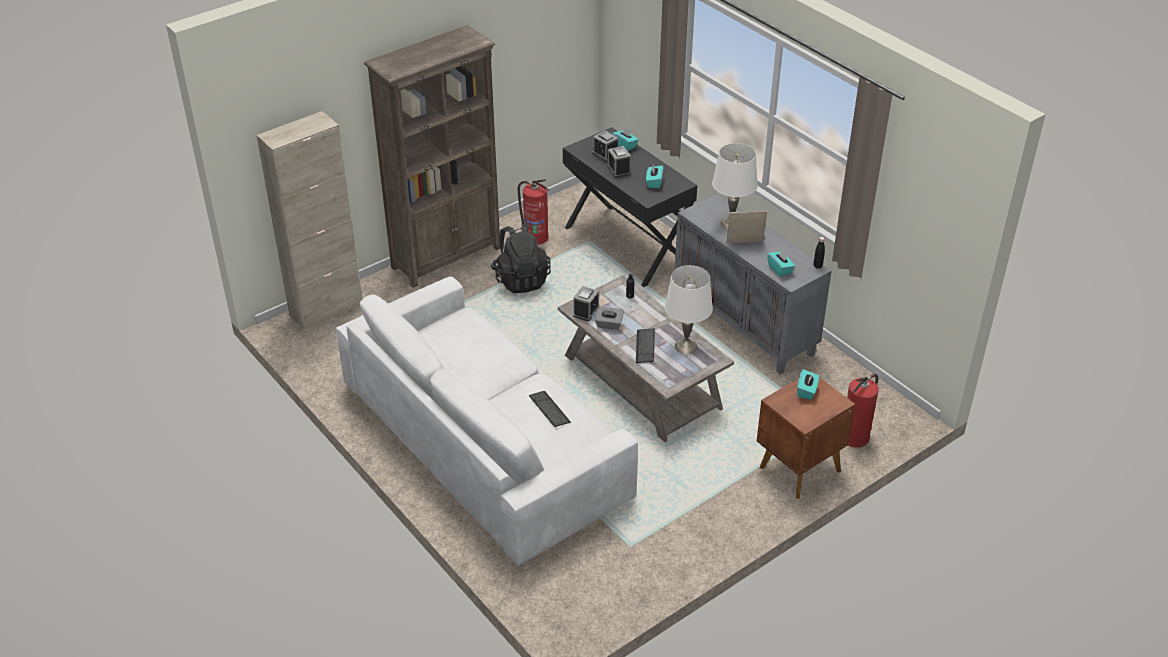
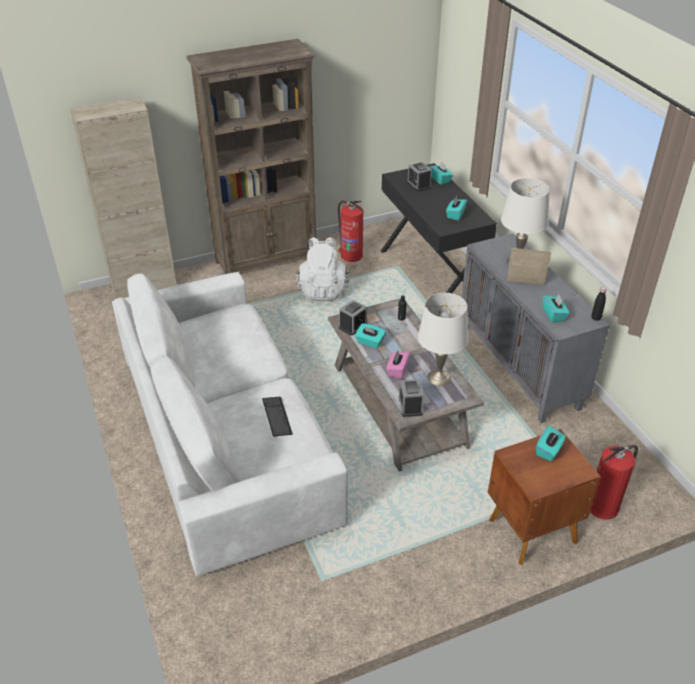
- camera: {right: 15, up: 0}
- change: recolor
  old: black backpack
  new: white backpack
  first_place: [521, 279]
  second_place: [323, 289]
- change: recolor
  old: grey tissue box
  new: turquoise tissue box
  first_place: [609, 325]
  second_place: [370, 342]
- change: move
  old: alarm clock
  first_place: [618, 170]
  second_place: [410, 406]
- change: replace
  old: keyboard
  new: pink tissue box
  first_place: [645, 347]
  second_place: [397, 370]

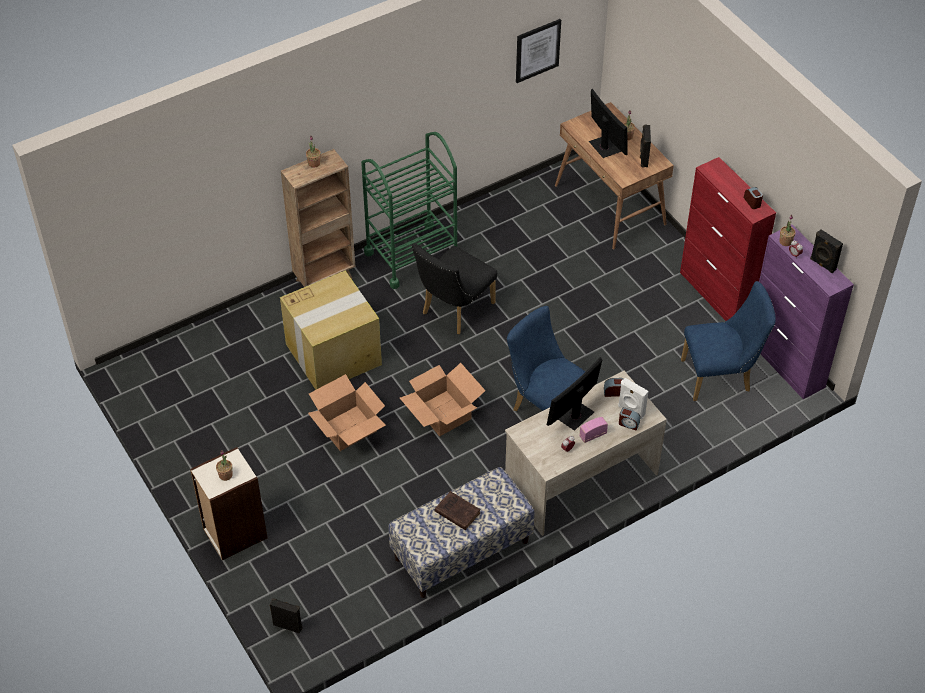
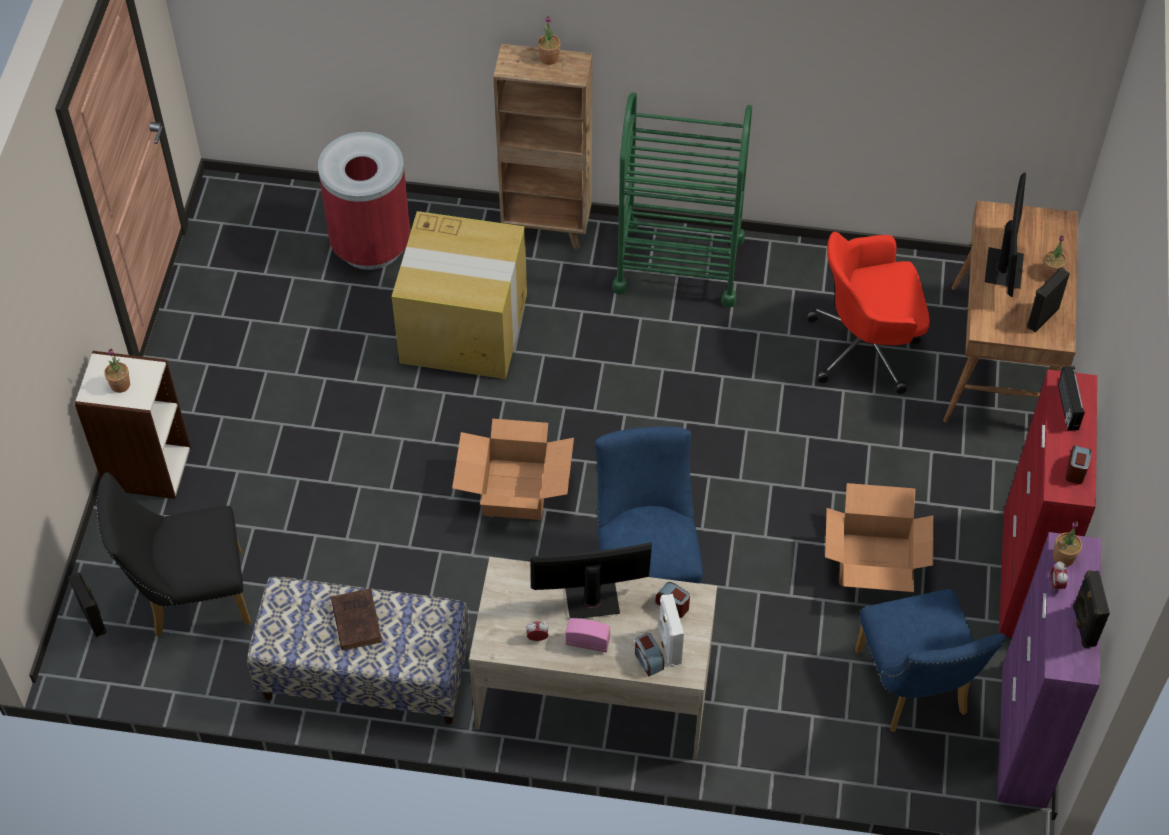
- camera: {right: 40, up: 5}
- change: move
  old: cardboard box
  first_place: [348, 428]
  second_place: [874, 562]
- change: move
  old: black chair
  first_place: [453, 311]
  second_place: [189, 596]
- change: delete
  old: picture
  first_place: [537, 50]
- change: rotate
  old: blue chair
  first_place: [721, 376]
  second_place: [914, 690]
  degrees: 45
- change: insert
  new: red trash can
  second_place: [371, 244]
- change: insert
  new: red office chair
  second_place: [866, 346]
- change: insert
  new: radio
  second_place: [1066, 407]

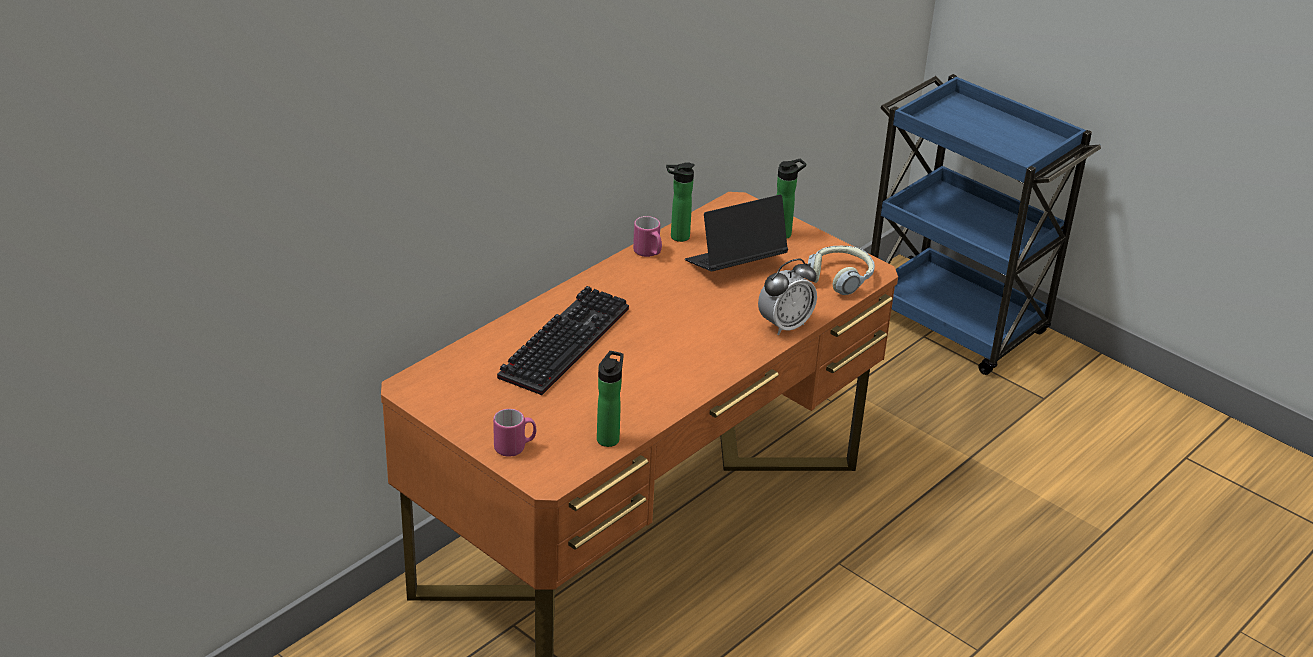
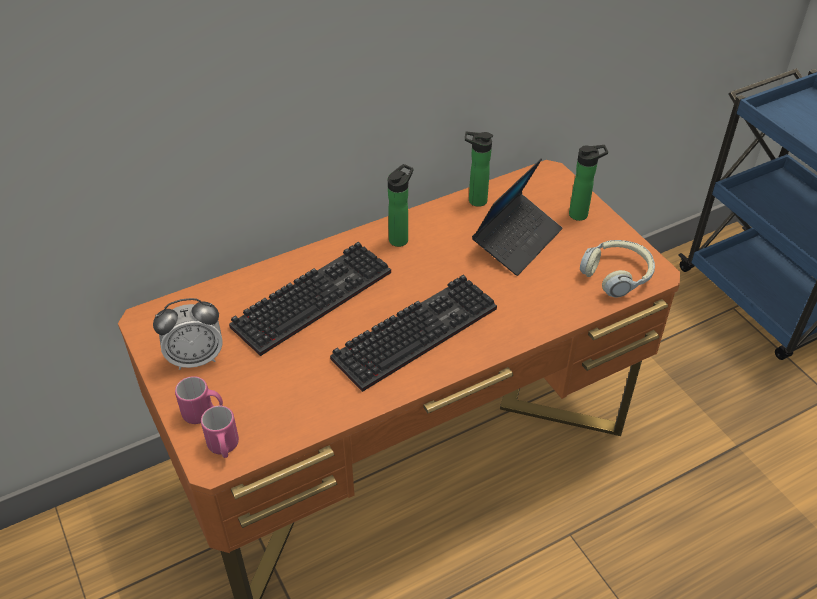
- camera: {right: 20, up: 10}
- change: move
  old: bottle
  first_place: [609, 437]
  second_place: [400, 238]
- change: move
  old: pink mug
  first_place: [649, 253]
  second_place: [224, 448]
- change: rotate
  old: laptop
  first_place: [734, 264]
  second_place: [517, 240]
  degrees: 135
- change: move
  old: alarm clock
  first_place: [785, 325]
  second_place: [196, 358]
- change: insert
  new: keyboard
  second_place: [415, 330]

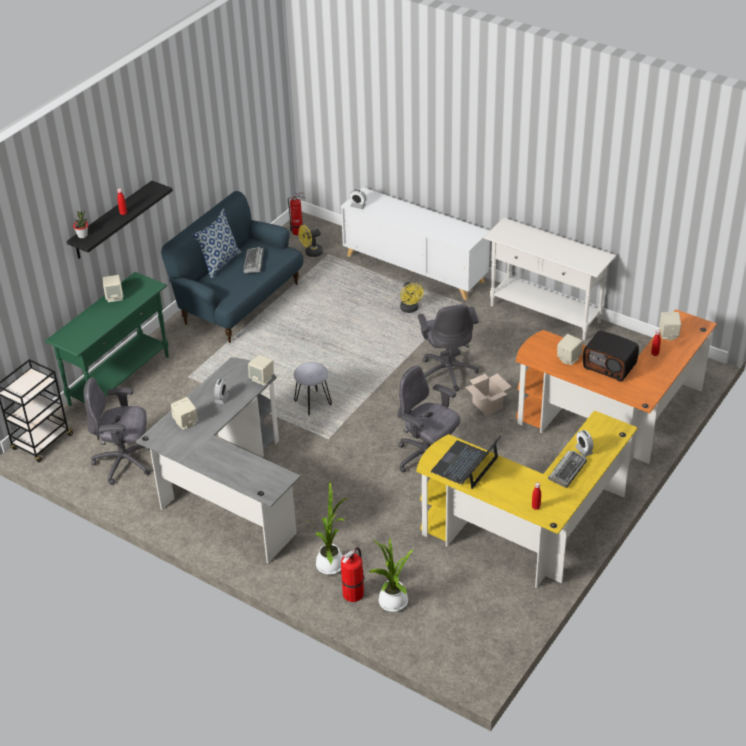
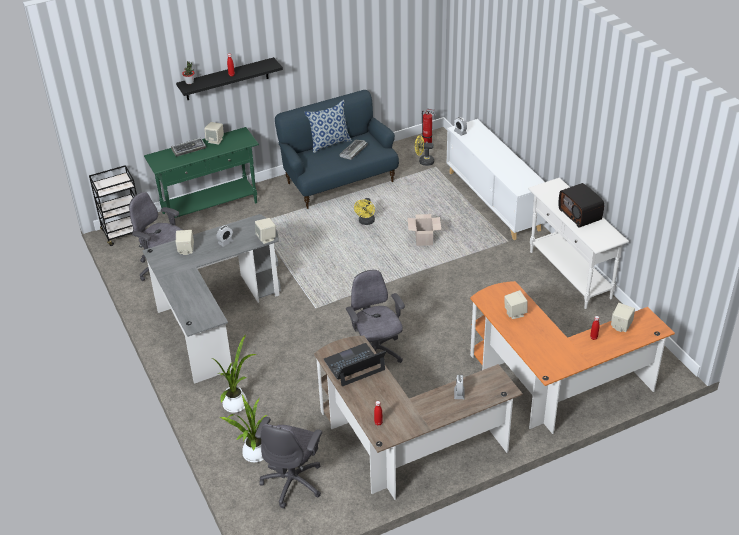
- camera: {right: 30, up: 0}
- change: delete
  old: grey stool
  first_place: [313, 403]
- change: delete
  old: fire extinguisher
  first_place: [354, 593]
- change: move
  old: yellow fan
  first_place: [410, 309]
  second_place: [366, 222]
- change: recolor
  old: yellow desk
  new: brown desk
  first_place: [527, 532]
  second_place: [403, 446]
- change: move
  old: grey office chair
  first_place: [448, 371]
  second_place: [293, 482]
- change: move
  old: cardboard box
  first_place: [488, 405]
  second_place: [424, 239]
- change: move
  old: keyboard
  first_place: [567, 471]
  second_place: [189, 149]
- change: move
  old: radio
  first_place: [610, 366]
  second_place: [580, 214]

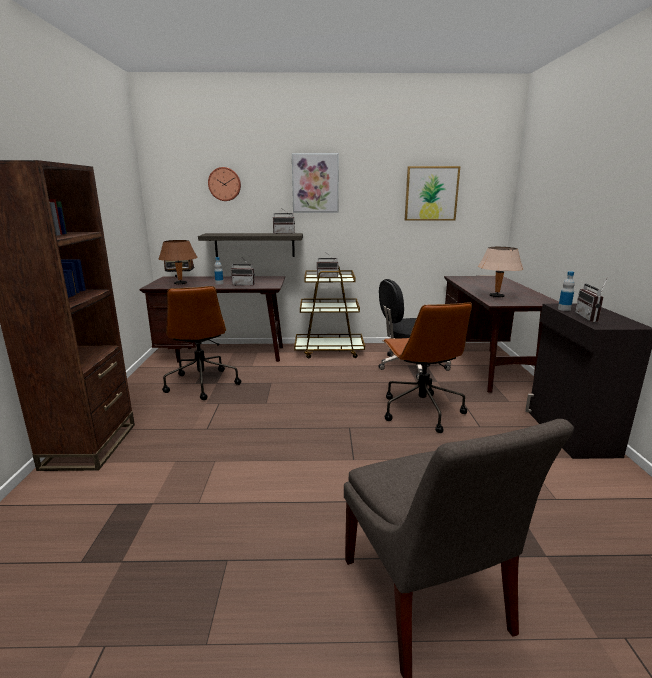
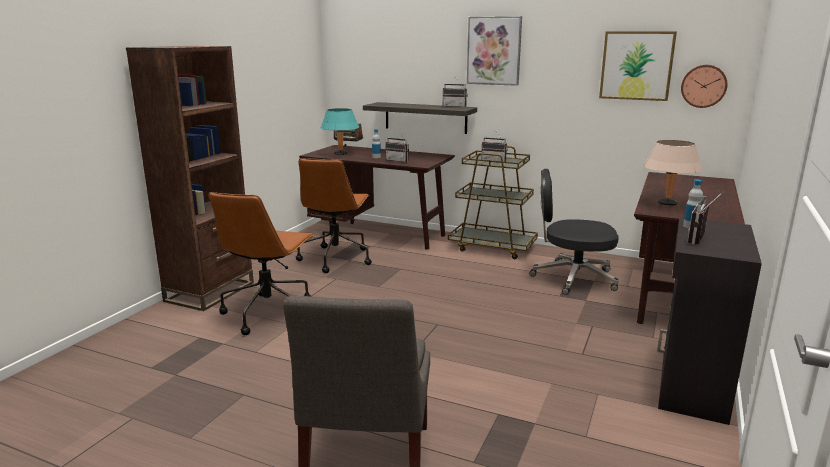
- camera: {right: 25, up: 0}
- change: recolor
  old: brown table lamp
  new: turquoise table lamp
  first_place: [180, 283]
  second_place: [341, 154]
- change: move
  old: wall clock
  first_place: [224, 184]
  second_place: [703, 86]
- change: move
  old: brown office chair
  first_place: [420, 411]
  second_place: [269, 312]

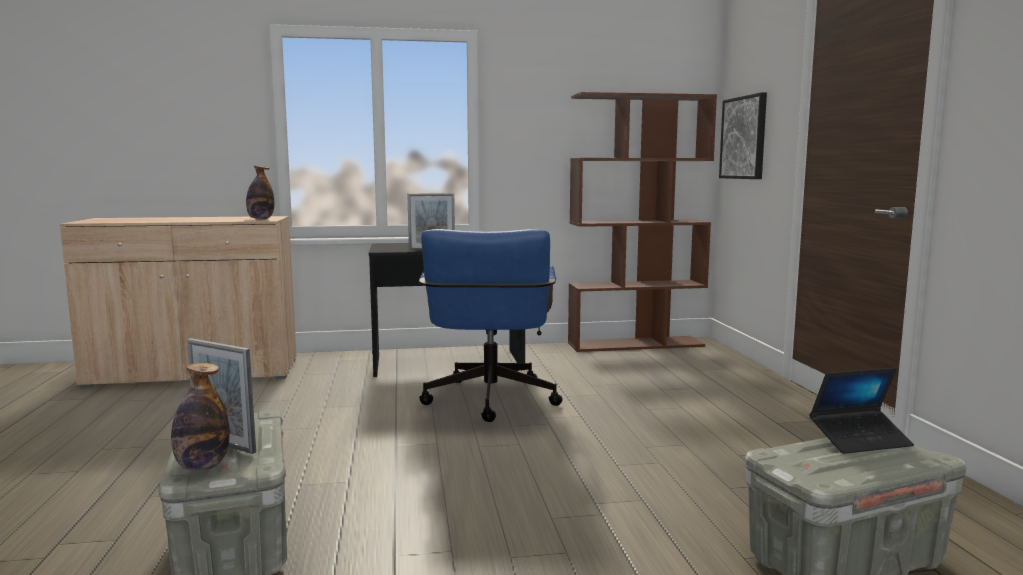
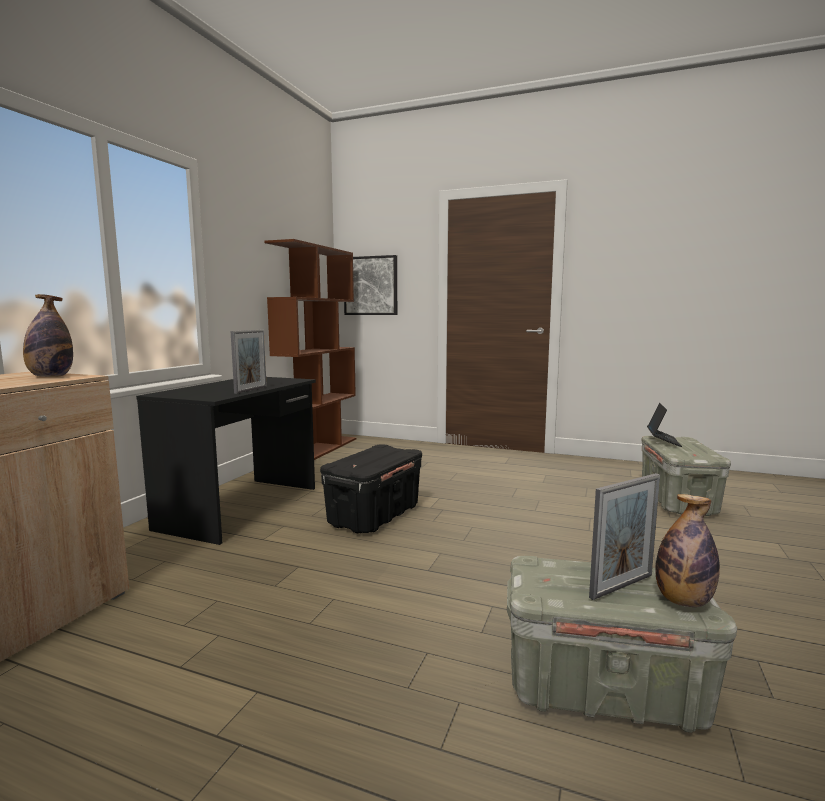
- camera: {right: -60, up: 0}
- change: replace
  old: blue office chair
  new: black storage box
  first_place: [489, 403]
  second_place: [374, 516]

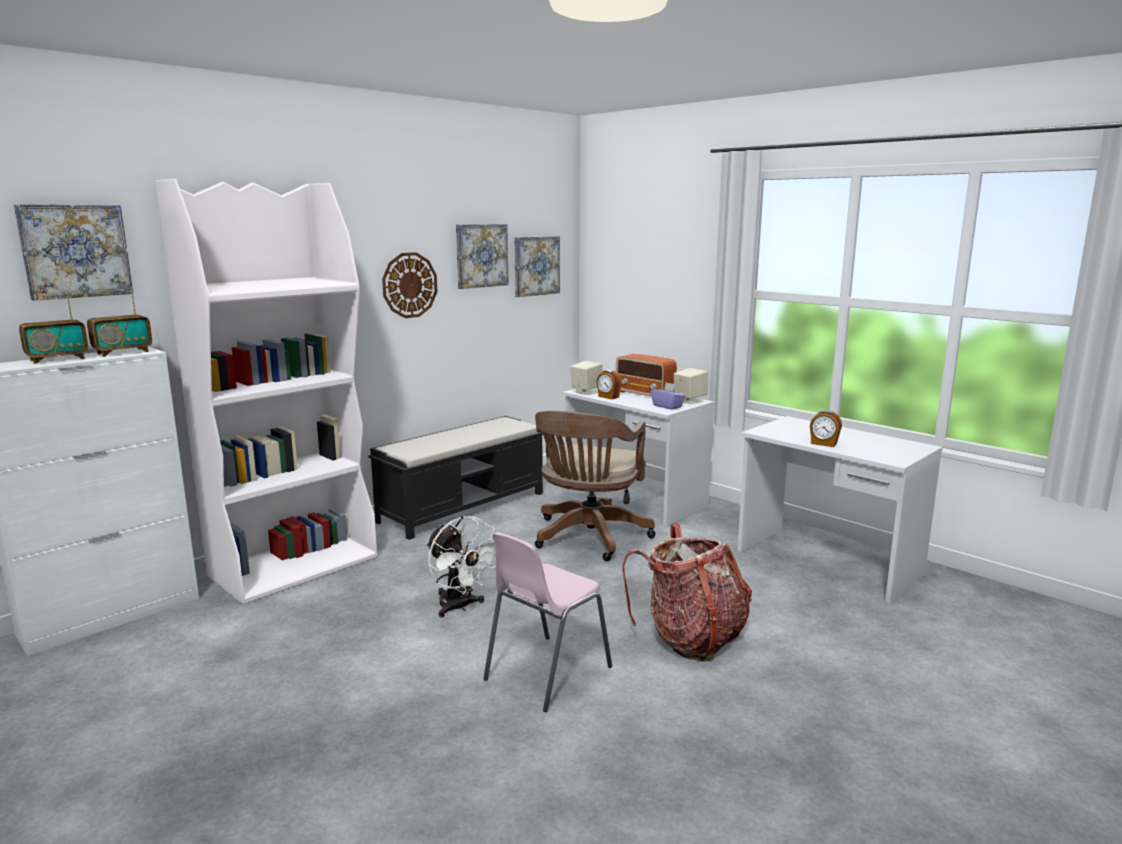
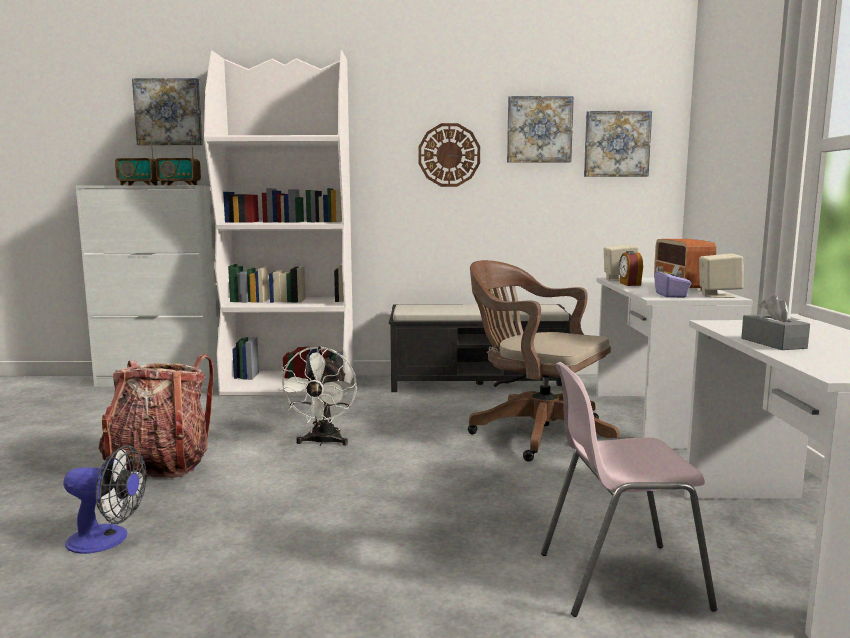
- camera: {right: 45, up: -5}
- change: move
  old: pink chair
  first_place: [545, 673]
  second_place: [619, 579]
- change: rotate
  old: brown office chair
  first_place: [589, 538]
  second_place: [535, 433]
  degrees: 60
- change: move
  old: backpack
  first_place: [691, 638]
  second_place: [160, 465]
- change: replace
  old: alarm clock
  new: grey tissue box
  first_place: [823, 444]
  second_place: [773, 343]
- change: insert
  new: fan
  second_place: [107, 540]

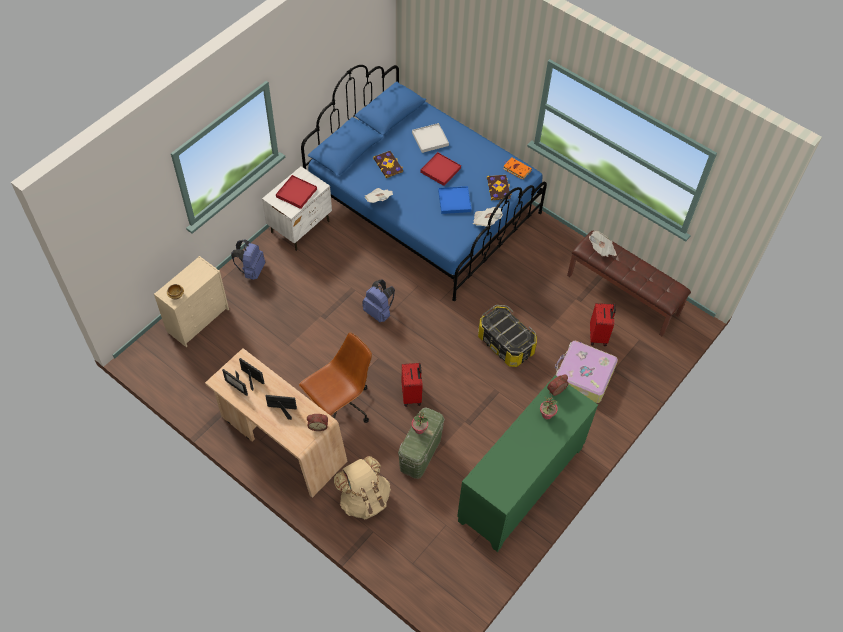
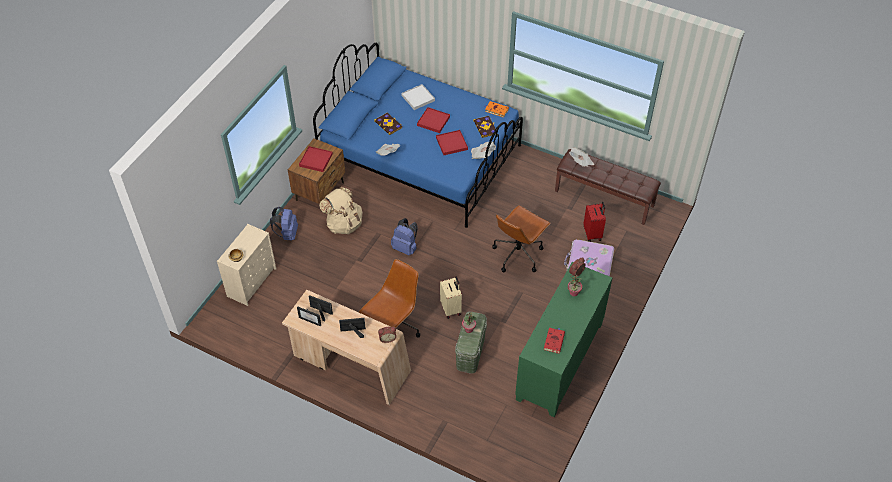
- camera: {right: -10, up: -5}
- change: recolor
  old: white nightstand
  new: brown nightstand
  first_place: [301, 227]
  second_place: [320, 191]
- change: move
  old: beige backpack
  first_place: [364, 499]
  second_place: [344, 224]
- change: recolor
  old: red suitcase
  new: beige suitcase
  first_place: [412, 395]
  second_place: [451, 308]
- change: recolor
  old: blue tray
  new: red tray
  first_place: [454, 201]
  second_place: [451, 143]
- change: replace
  old: storage box
  new: brown office chair
  first_place: [505, 344]
  second_place: [518, 254]
- change: insert
  new: red book
  second_place: [554, 341]

